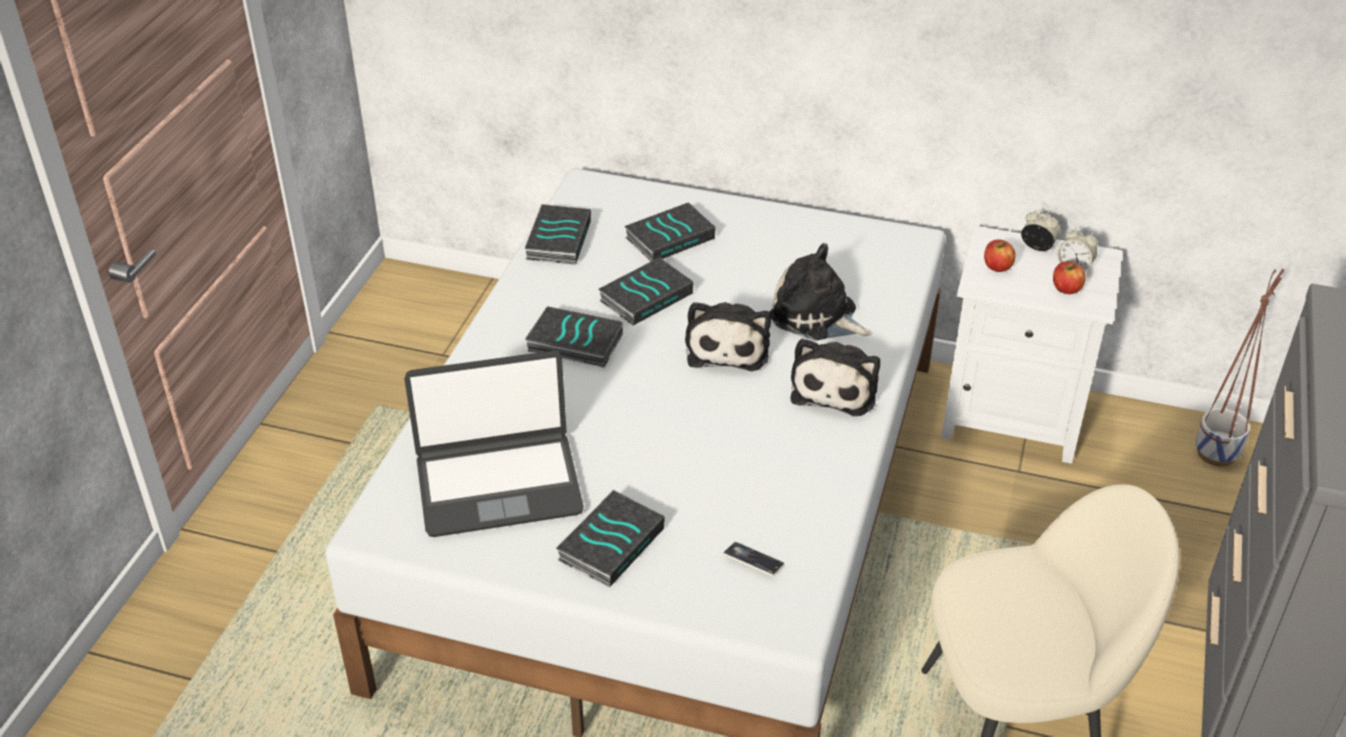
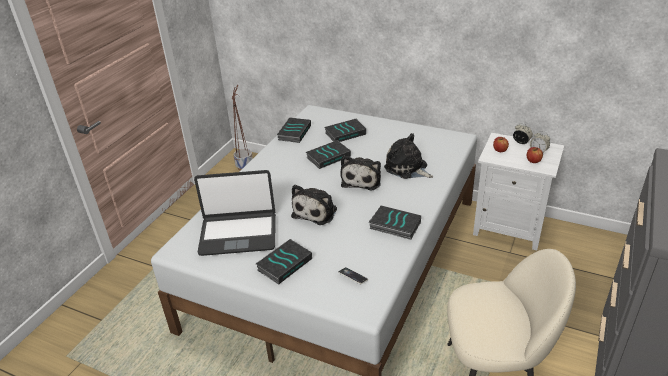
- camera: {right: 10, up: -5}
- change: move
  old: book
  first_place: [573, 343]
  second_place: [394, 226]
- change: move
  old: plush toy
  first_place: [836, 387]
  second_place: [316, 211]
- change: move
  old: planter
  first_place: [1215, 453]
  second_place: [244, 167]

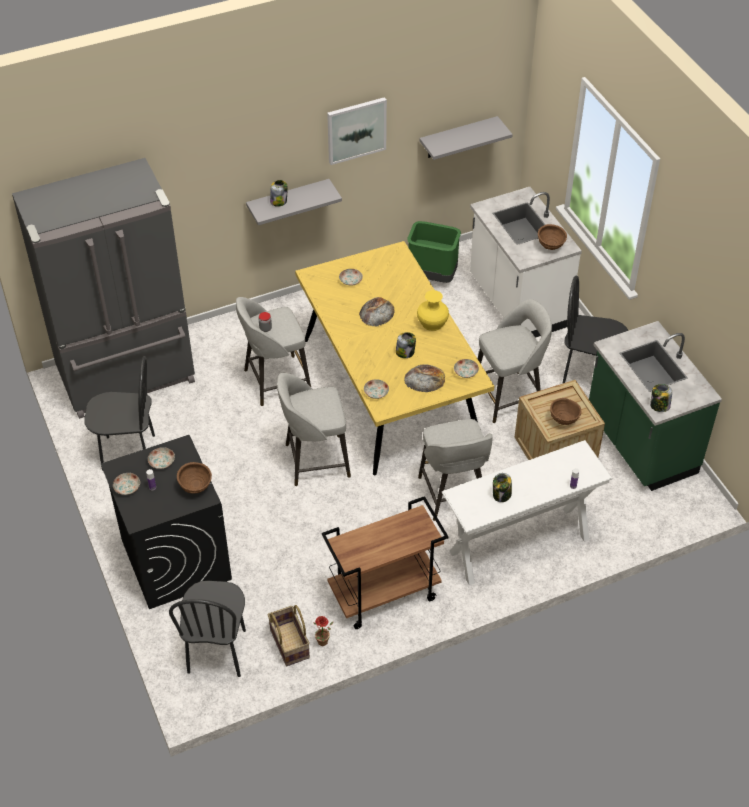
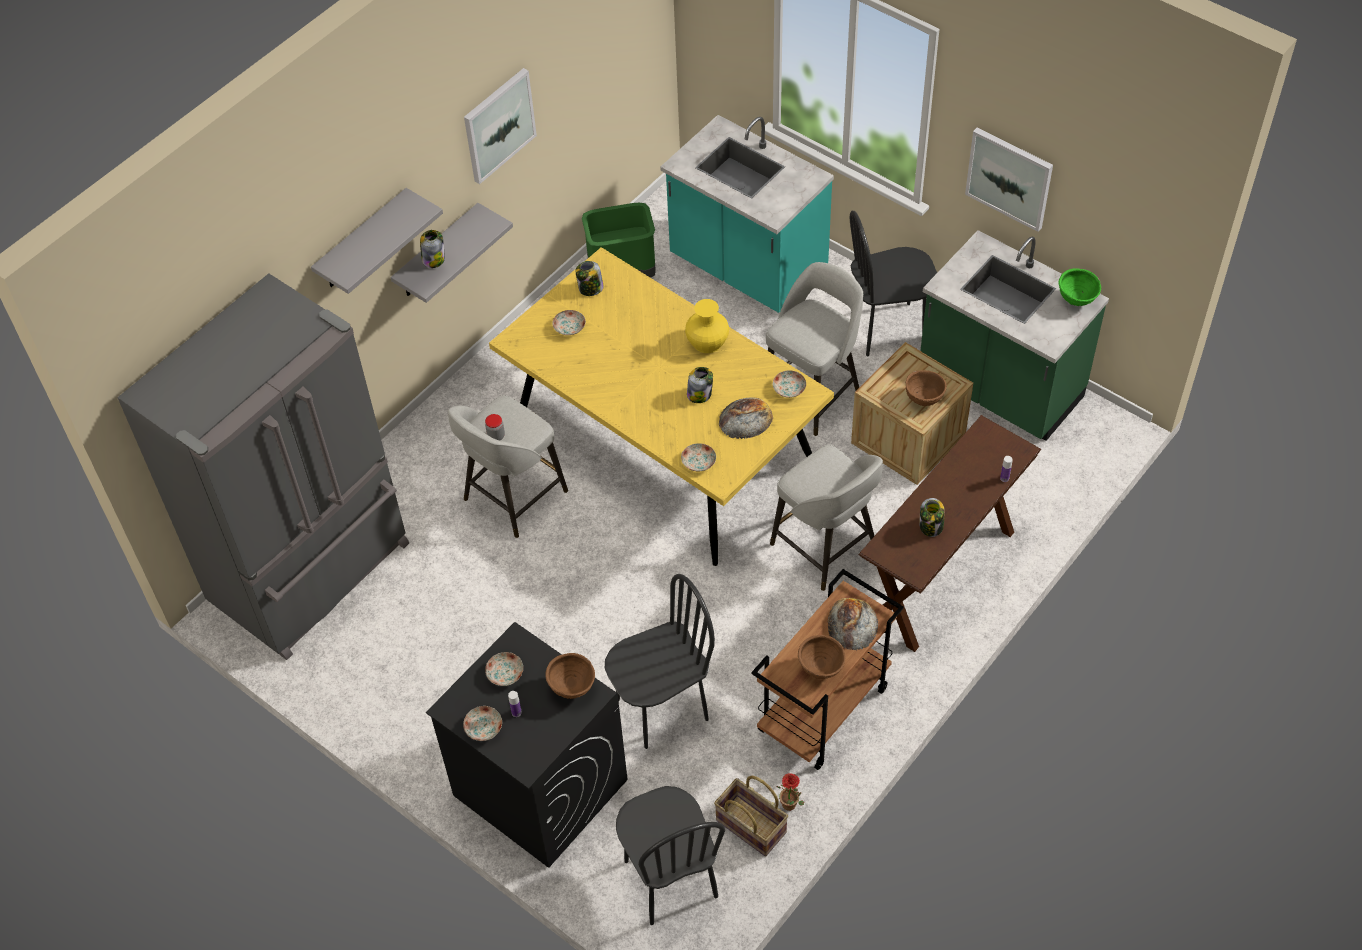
- camera: {right: -25, up: 5}
- change: move
  old: black chair
  first_place: [128, 453]
  second_place: [661, 708]
- change: delete
  old: grey stool
  first_place: [315, 460]
- change: move
  old: bread
  first_place: [377, 312]
  second_place: [852, 623]
- change: move
  old: grey shelf
  first_place: [458, 137]
  second_place: [362, 241]
- change: recolor
  old: white console table
  new: brown console table
  first_place: [519, 545]
  second_place: [940, 576]
- change: recolor
  old: white counter
  new: turquoise counter
  first_place: [516, 303]
  second_place: [747, 270]
- change: move
  old: brown bowl
  first_place: [550, 247]
  second_place: [820, 668]
- change: move
  old: jar
  first_place: [659, 406]
  second_place: [590, 289]
- change: insert
  new: picture
  second_place: [1009, 178]
- change: insert
  new: green bowl
  second_place: [1076, 300]

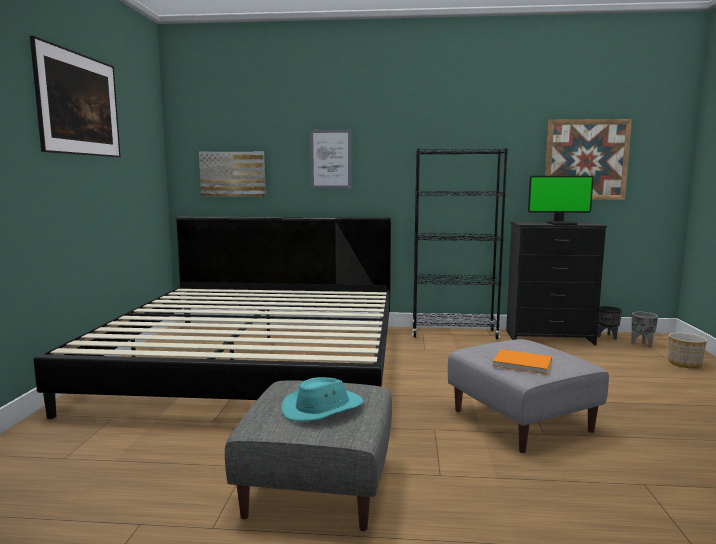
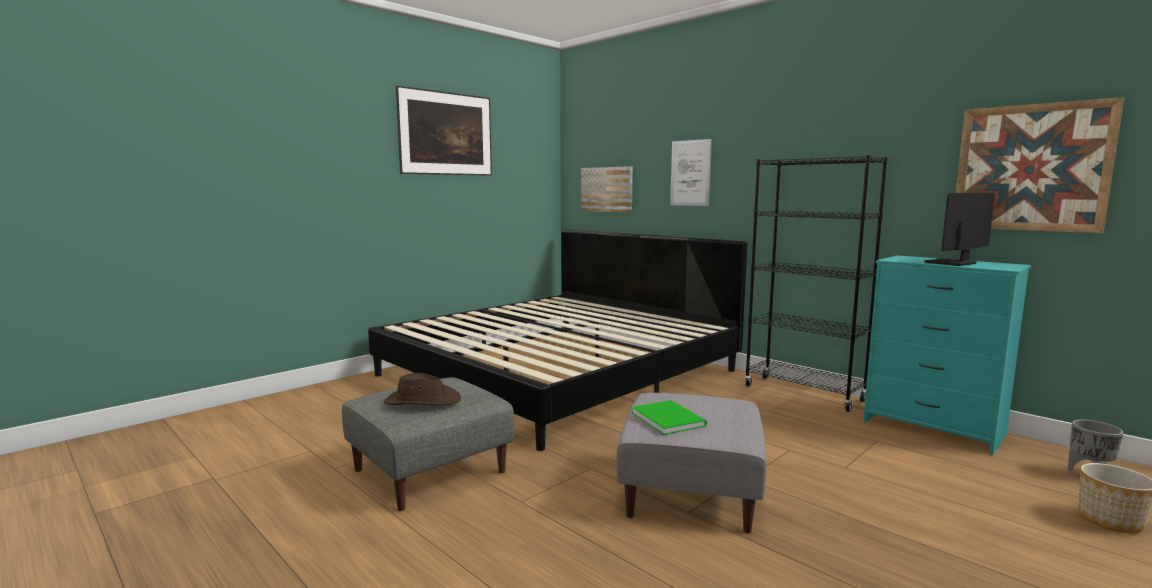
- camera: {right: 40, up: 0}
- change: recolor
  old: turquoise hat
  new: brown hat
  first_place: [322, 408]
  second_place: [422, 401]
- change: recolor
  old: orange book
  new: green book
  first_place: [520, 362]
  second_place: [668, 418]
- change: recolor
  old: black dresser
  new: turquoise dresser
  first_place: [549, 337]
  second_place: [932, 428]
- change: rotate
  old: monitor
  first_place: [561, 223]
  second_place: [952, 263]
  degrees: 105
- change: delete
  old: black planter
  first_place: [607, 337]

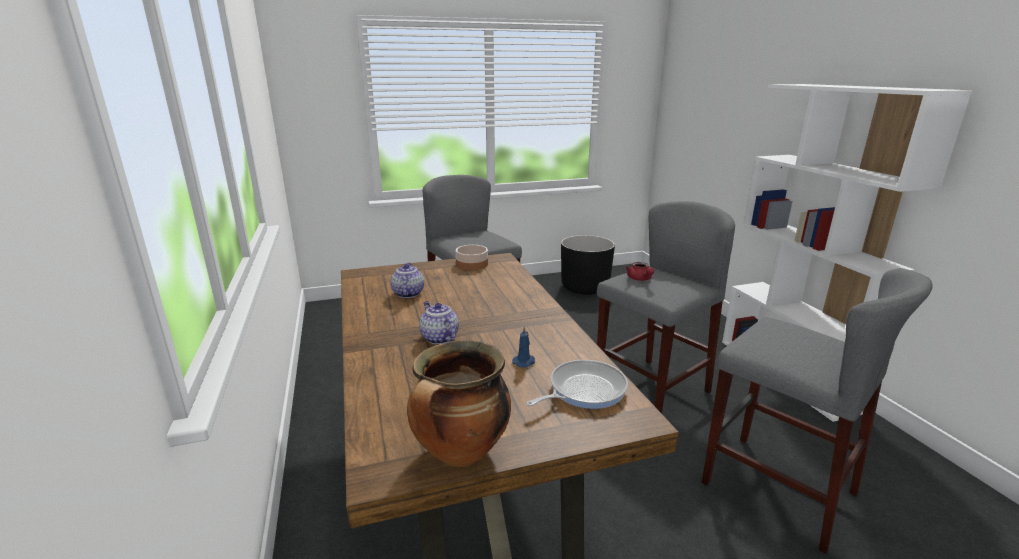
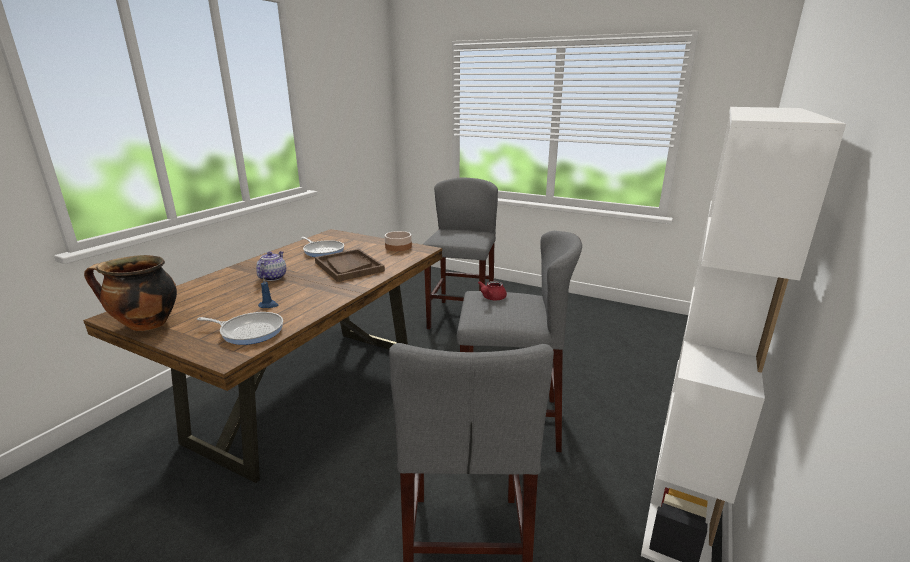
- camera: {right: 45, up: 0}
- change: replace
  old: teapot
  new: frying pan
  first_place: [408, 293]
  second_place: [323, 251]
- change: delete
  old: black planter
  first_place: [585, 287]
- change: insert
  new: brown tray
  second_place: [349, 267]

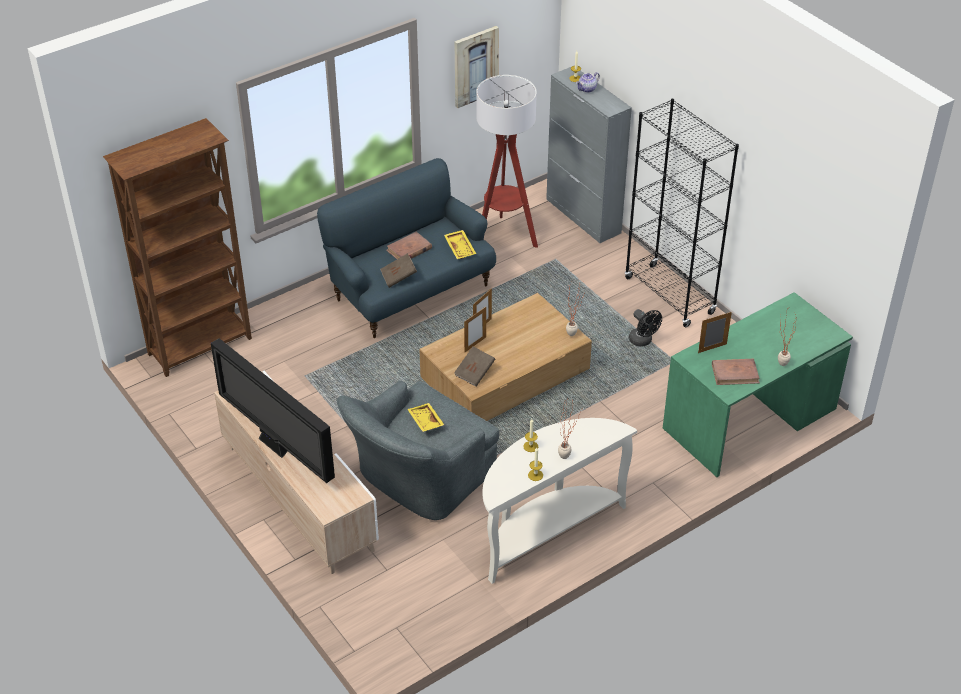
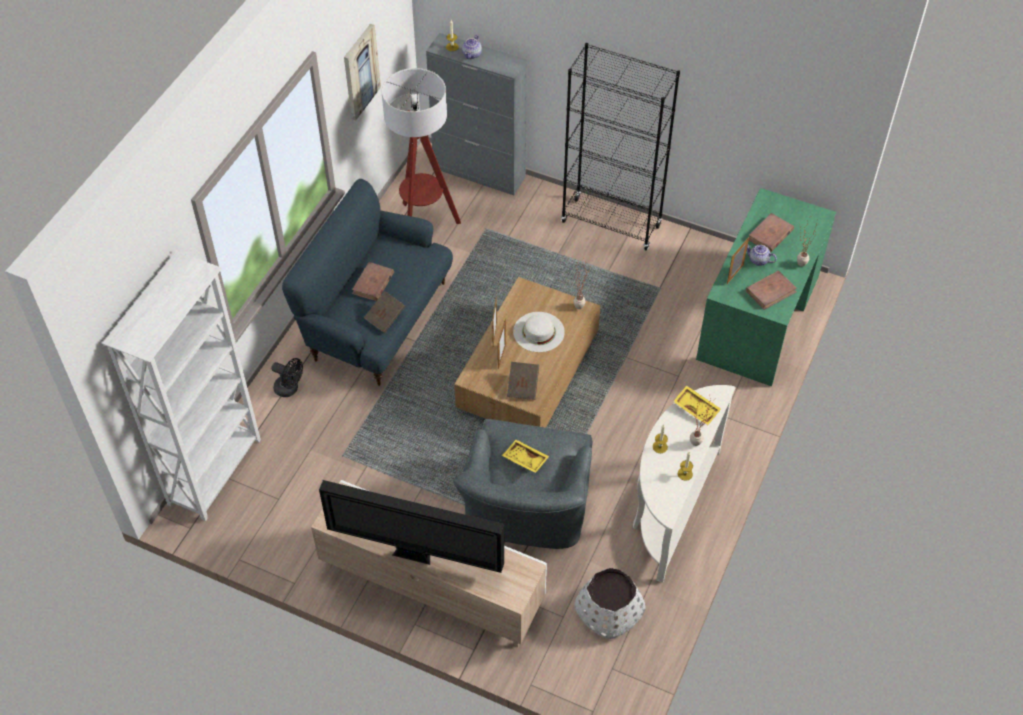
- camera: {right: -30, up: 10}
- change: recolor
  old: brown bookcase
  new: white bookcase
  first_place: [201, 346]
  second_place: [216, 471]
- change: move
  old: yellow tray
  first_place: [460, 248]
  second_place: [696, 408]
- change: move
  old: black fan
  first_place: [643, 341]
  second_place: [290, 389]
- change: insert
  new: white hat
  second_place: [538, 332]
- change: insert
  new: white planter
  second_place: [609, 610]
- change: insert
  new: teapot
  second_place: [758, 260]
- change: insert
  new: brown book
  second_place: [770, 235]

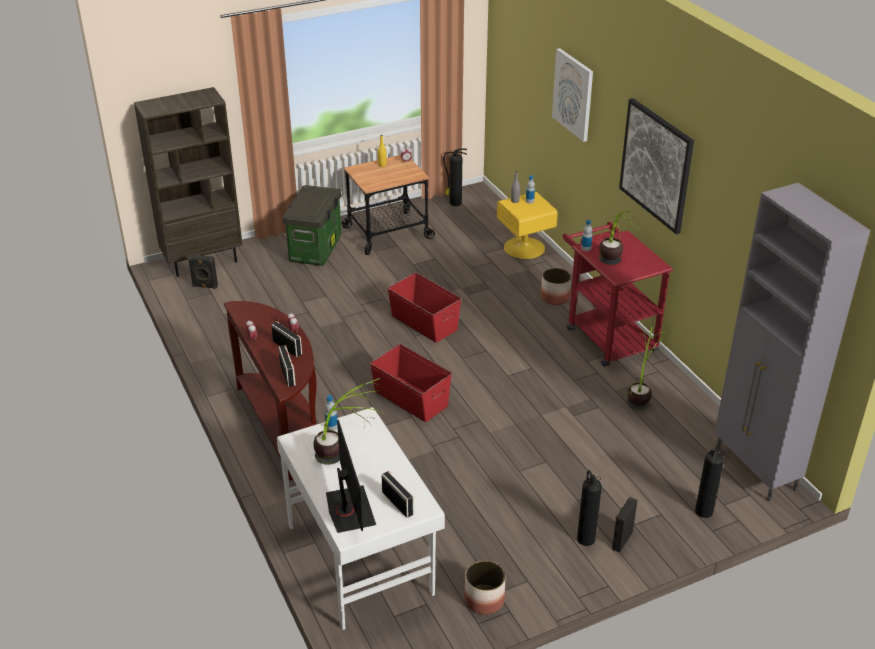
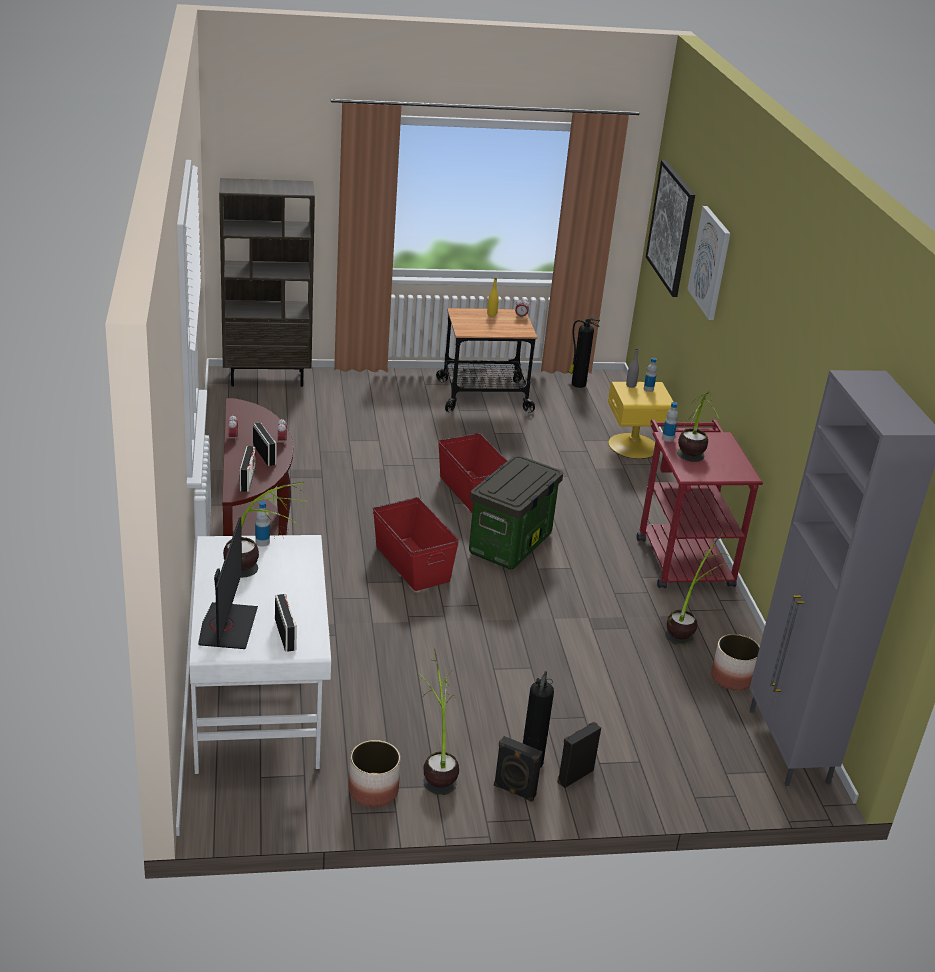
- camera: {right: 15, up: -5}
- change: move
  old: black speaker
  first_place: [205, 286]
  second_place: [514, 791]
- change: move
  old: storage box
  first_place: [316, 249]
  second_place: [510, 545]
- change: move
  old: planter
  first_place: [555, 298]
  second_place: [732, 678]
- change: move
  old: picture
  first_place: [656, 165]
  second_place: [671, 227]
- change: delete
  old: fire extinguisher
  first_place: [704, 510]
- change: insert
  new: potted plant
  second_place: [437, 767]

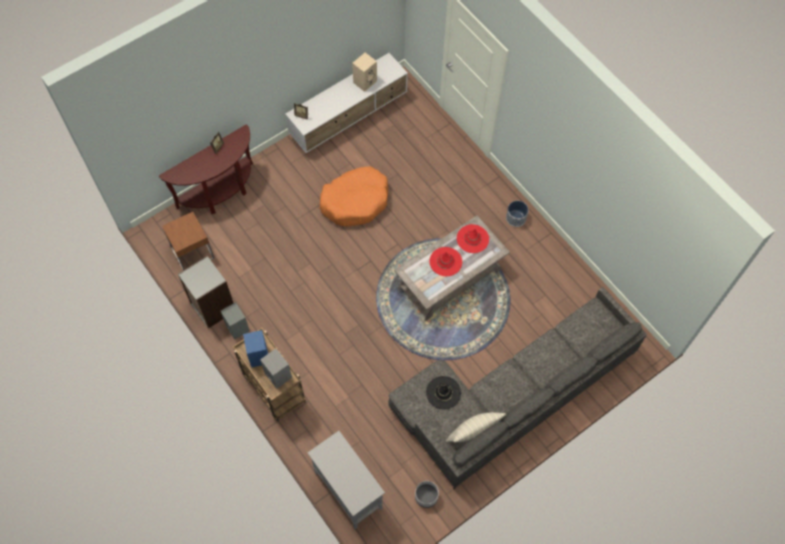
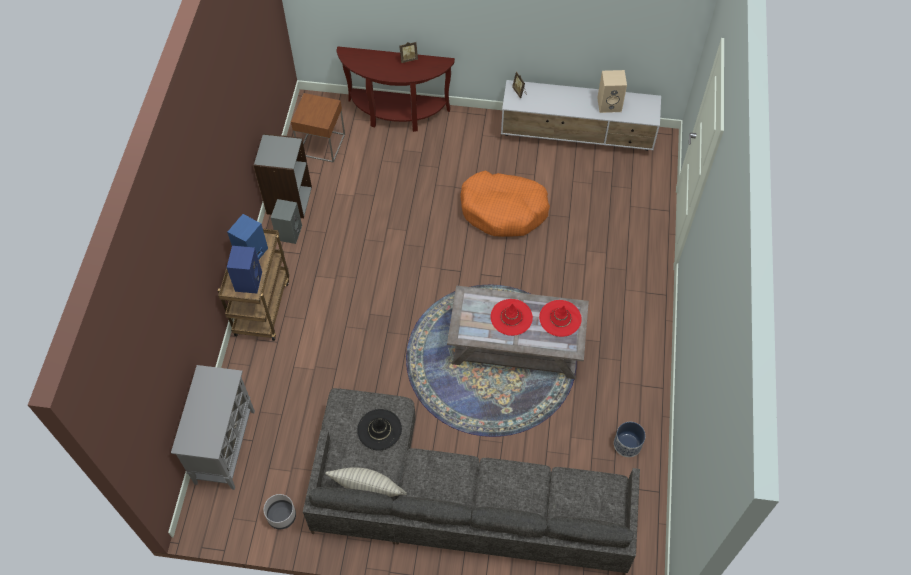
- camera: {right: 45, up: -5}
- change: recolor
  old: grey speaker
  new: blue speaker
  first_place: [277, 375]
  second_place: [248, 281]
- change: move
  old: planter
  first_place: [516, 218]
  second_place: [627, 444]

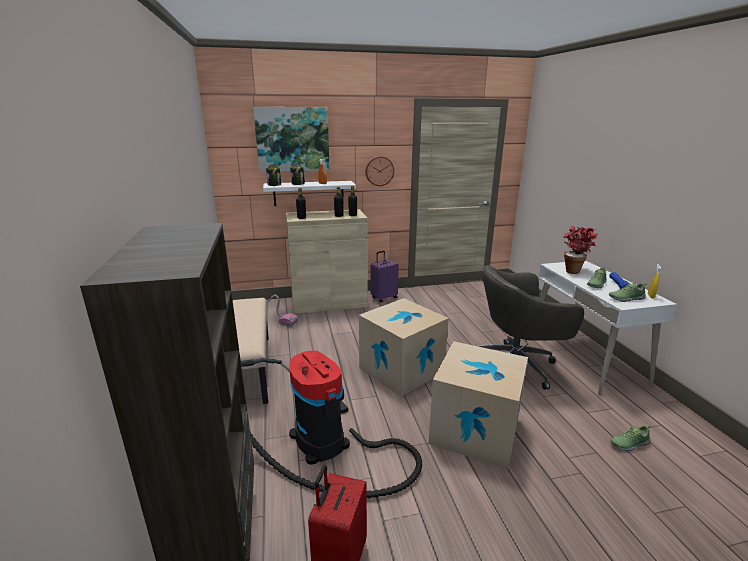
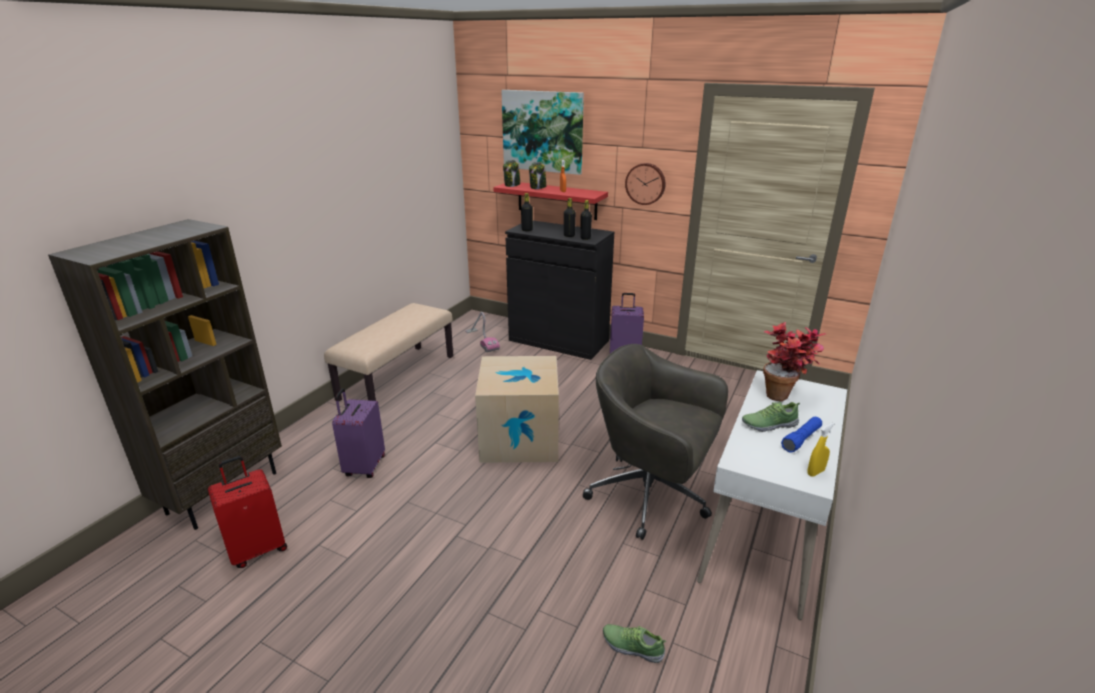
- camera: {right: 40, up: 5}
- change: replace
  old: vacuum cleaner
  new: purple suitcase
  first_place: [324, 444]
  second_place: [364, 467]
- change: recolor
  old: white shelf
  new: red shelf
  first_place: [308, 193]
  second_place: [557, 200]
- change: recolor
  old: beige cabinet
  new: black cabinet
  first_place: [329, 302]
  second_place: [558, 340]
- change: delete
  old: cardboard box
  first_place: [475, 430]
- change: delete
  old: shoe
  first_place: [625, 298]

